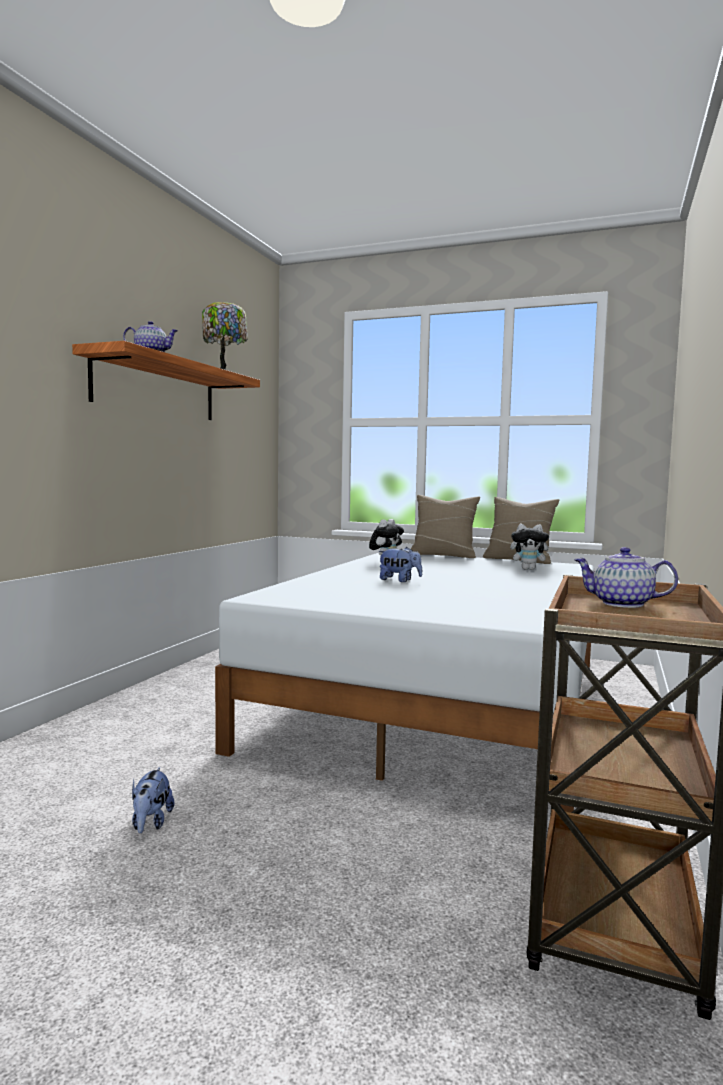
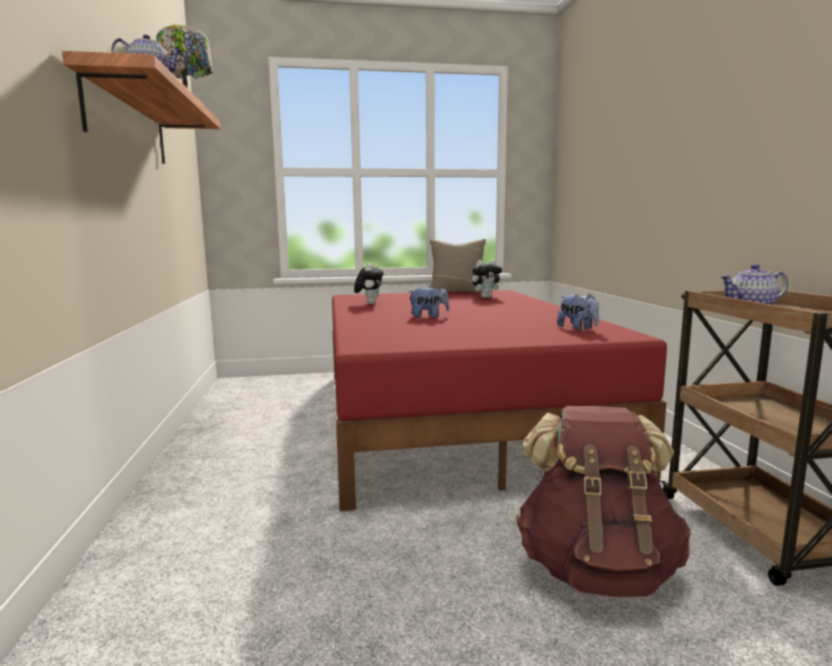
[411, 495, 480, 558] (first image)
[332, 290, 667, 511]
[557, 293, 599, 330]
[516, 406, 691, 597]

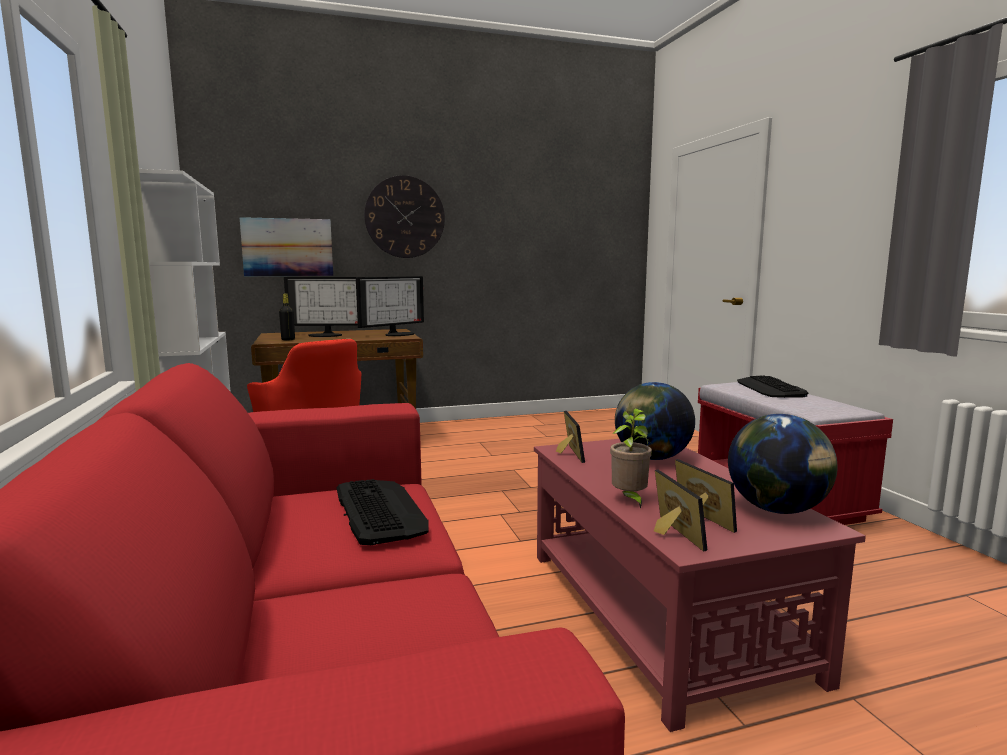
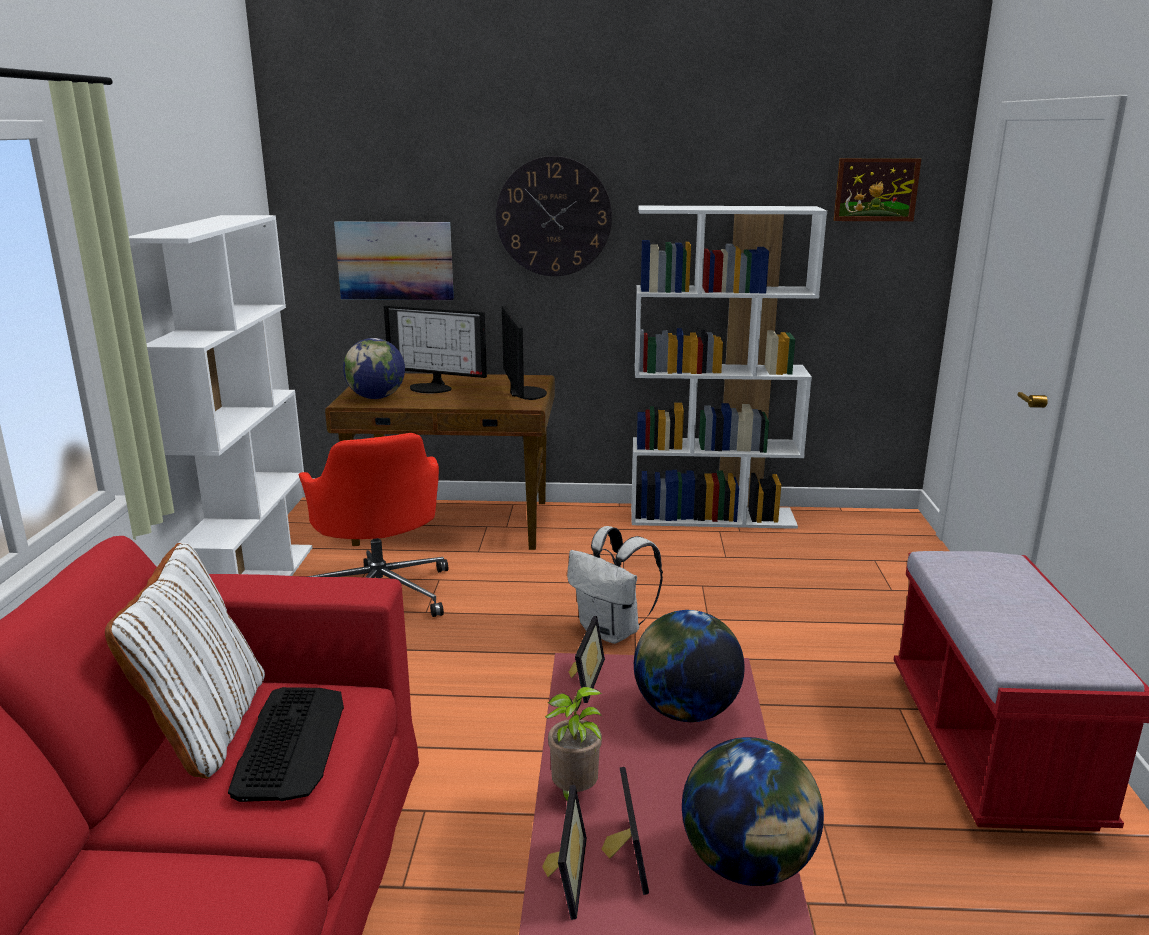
[502, 306, 547, 400]
[343, 338, 405, 399]
[737, 375, 808, 398] (first image)
[833, 158, 921, 221]
[631, 206, 827, 529]
[567, 526, 663, 644]
[105, 543, 265, 779]

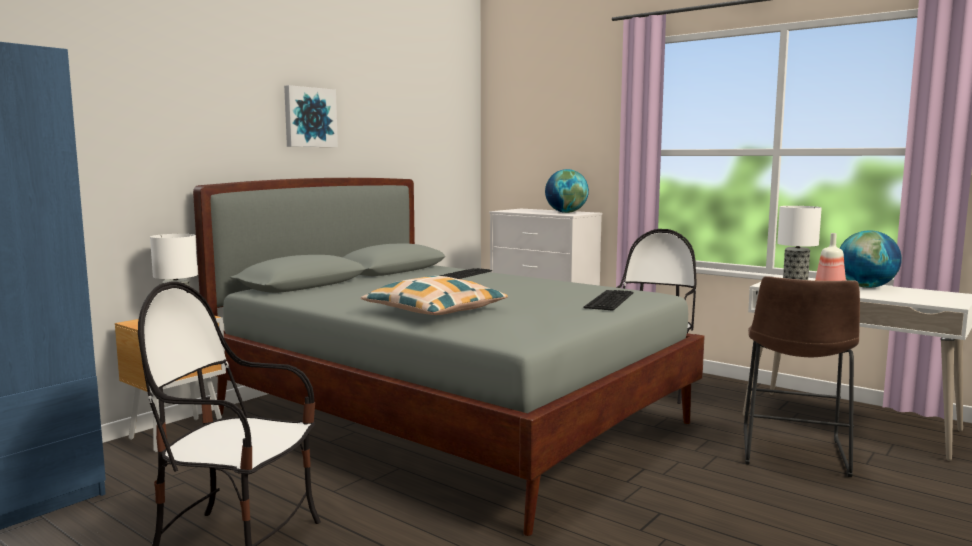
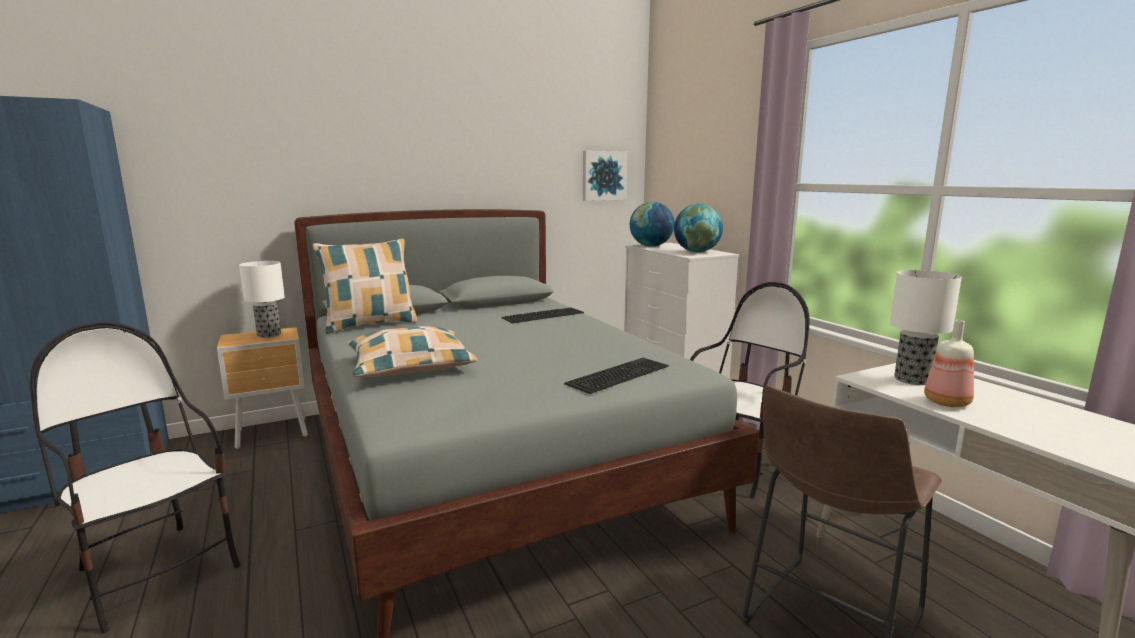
[583, 151, 628, 201]
[630, 202, 674, 247]
[313, 239, 417, 334]

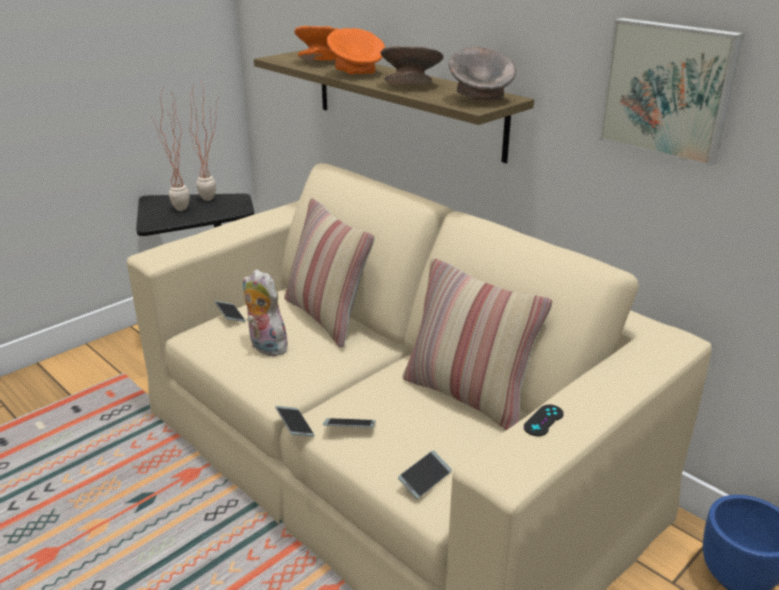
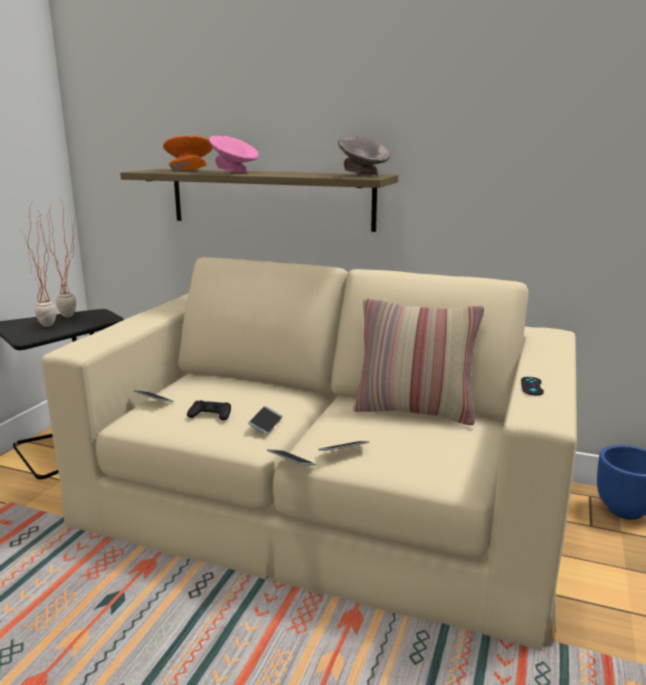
[599, 18, 744, 167] (first image)
[209, 136, 259, 172]
[380, 46, 443, 85] (first image)
[284, 197, 374, 348] (first image)
[187, 400, 231, 421]
[248, 406, 283, 435]

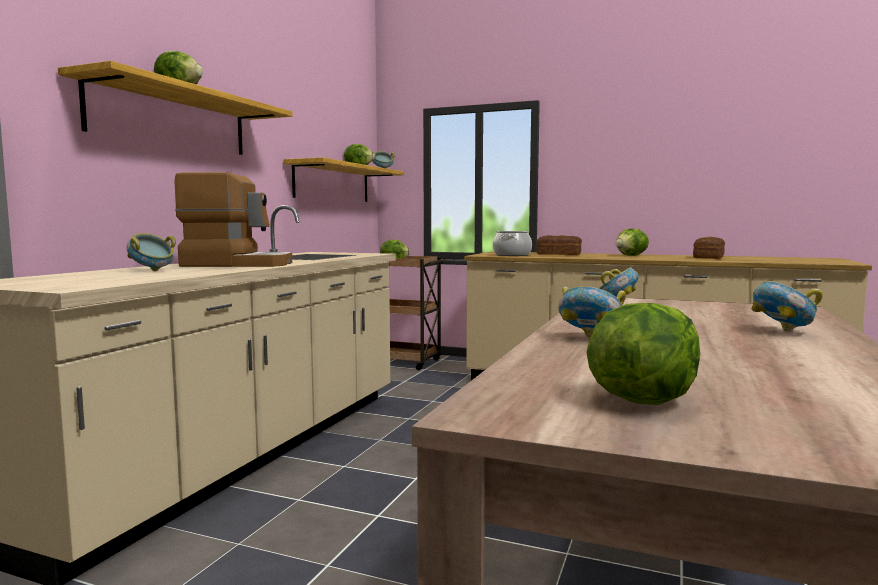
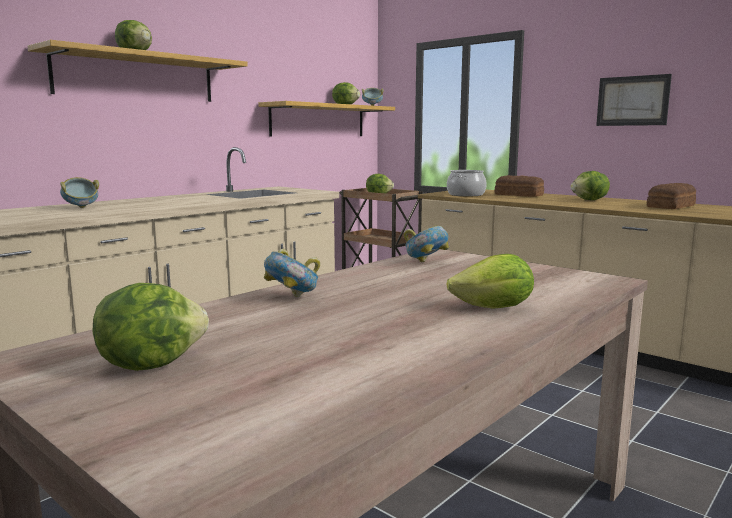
[175, 172, 292, 267] (first image)
[446, 254, 534, 309]
[596, 74, 672, 126]

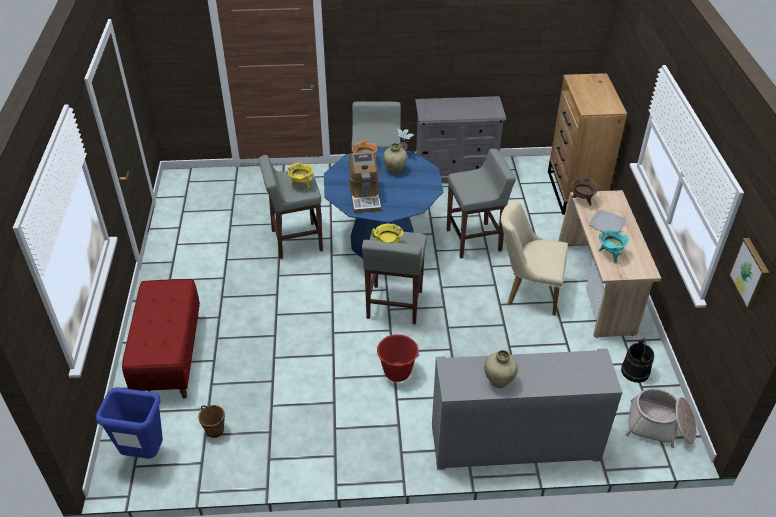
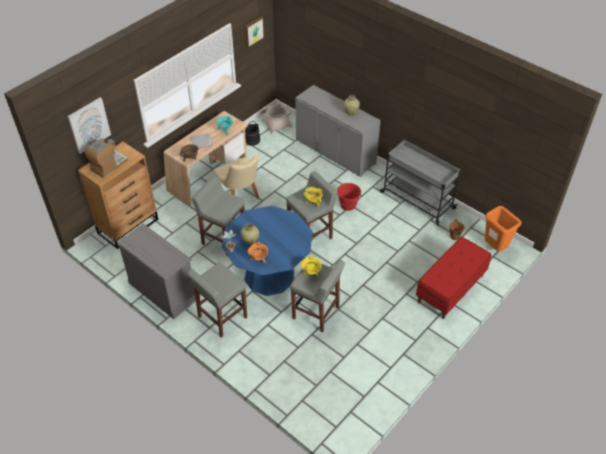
[85, 139, 128, 178]
[485, 206, 522, 251]
[67, 97, 111, 154]
[380, 140, 460, 226]

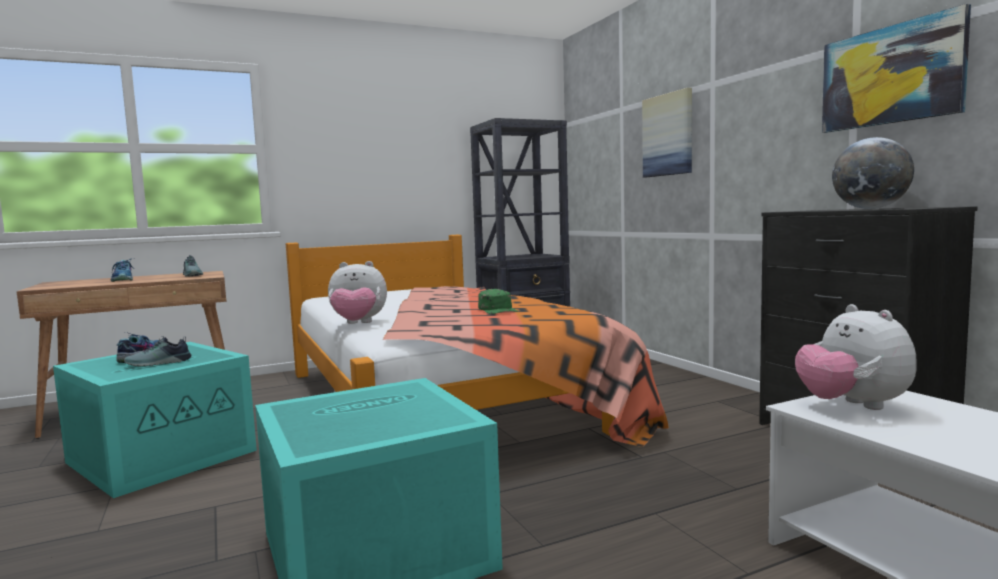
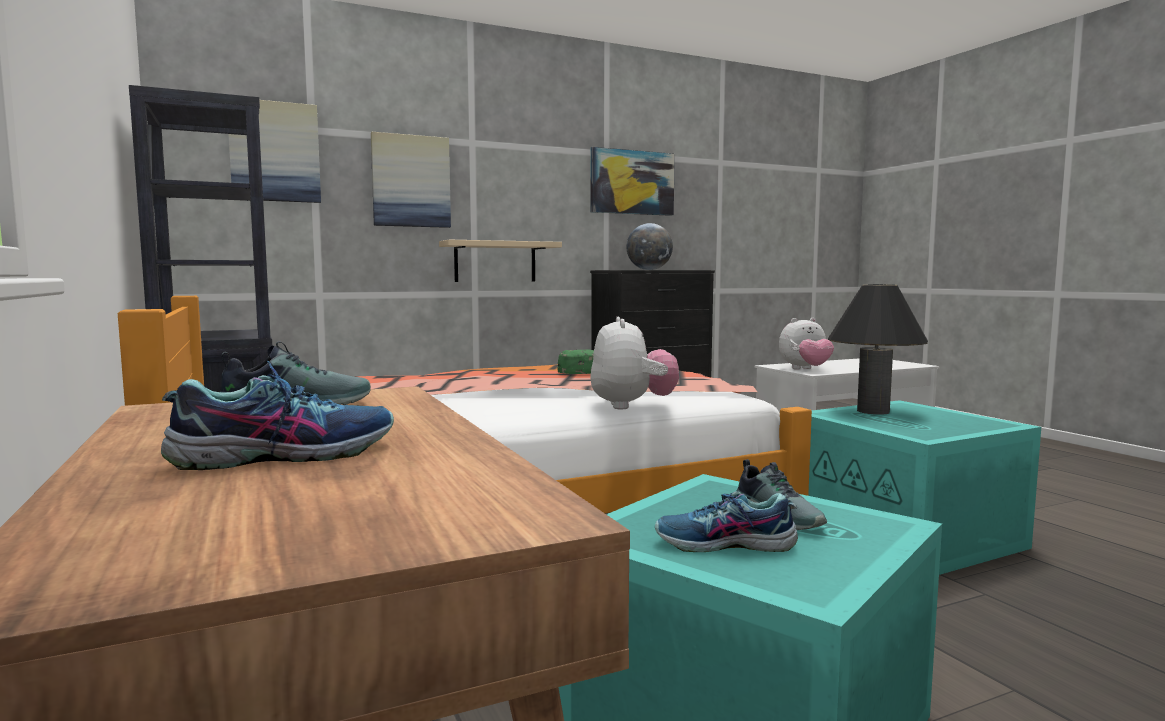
[228, 100, 321, 203]
[439, 240, 562, 282]
[828, 284, 928, 415]

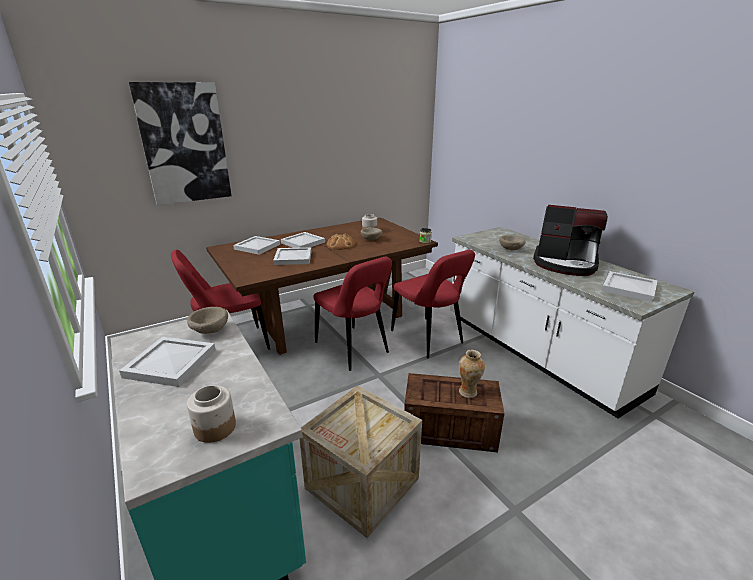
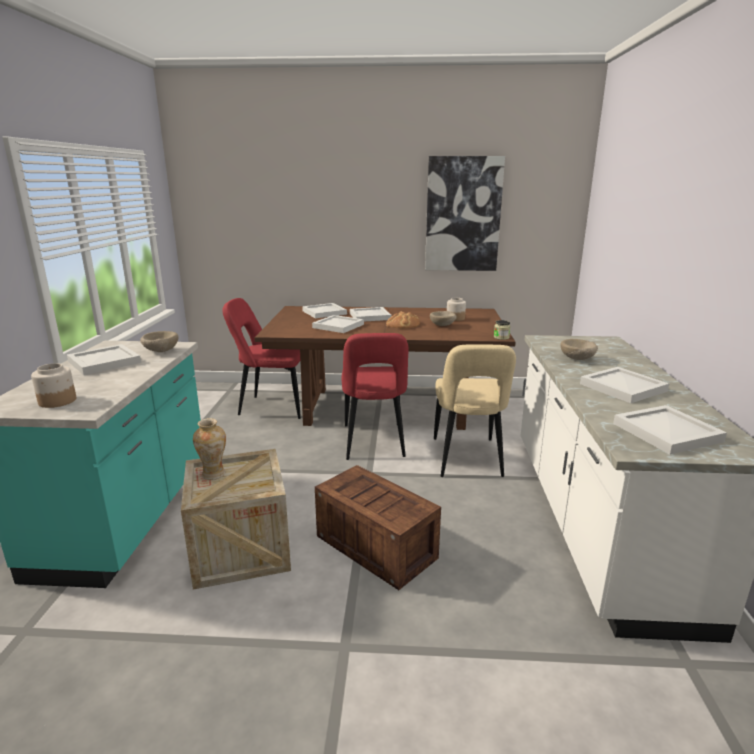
[425, 156, 505, 271]
[580, 367, 669, 403]
[434, 344, 516, 477]
[193, 418, 226, 480]

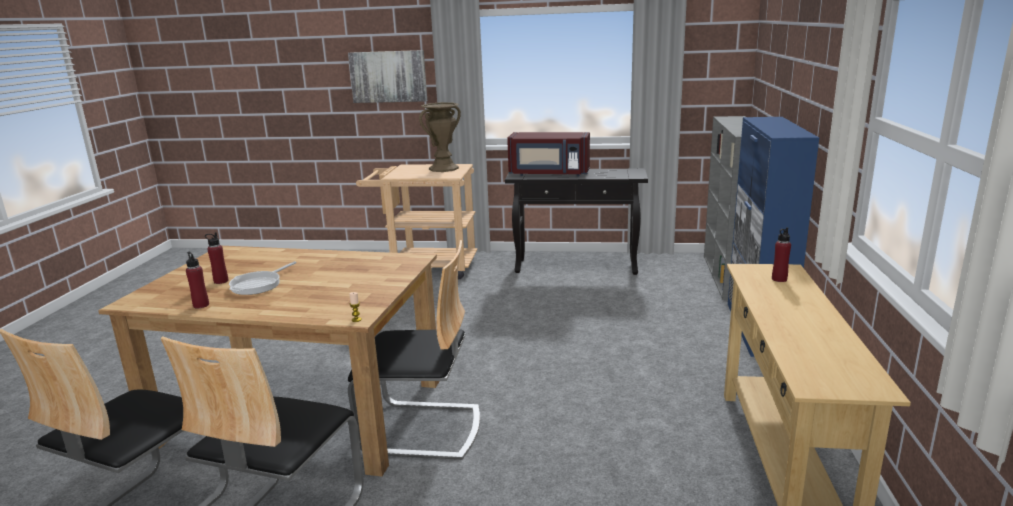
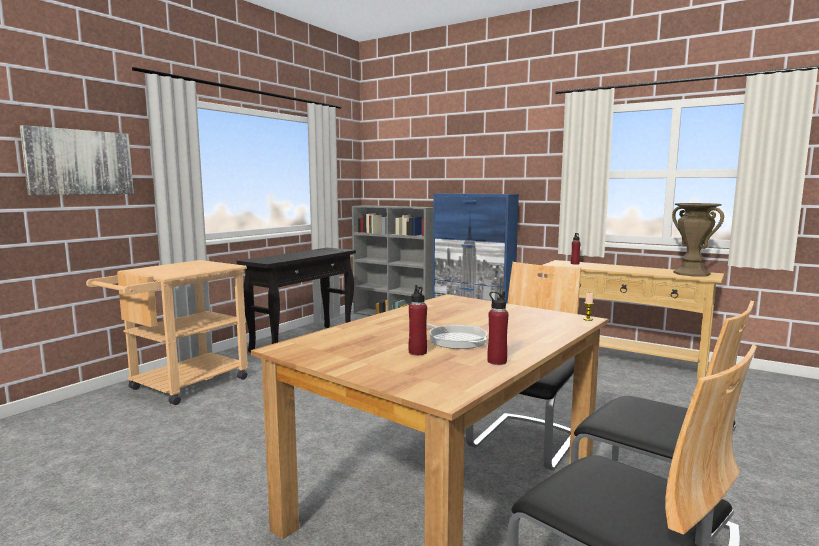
[672, 203, 724, 277]
[507, 132, 590, 176] (first image)

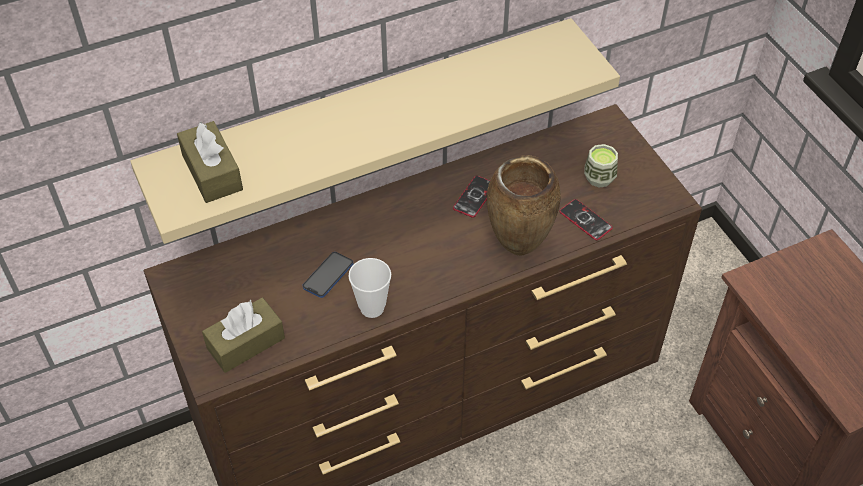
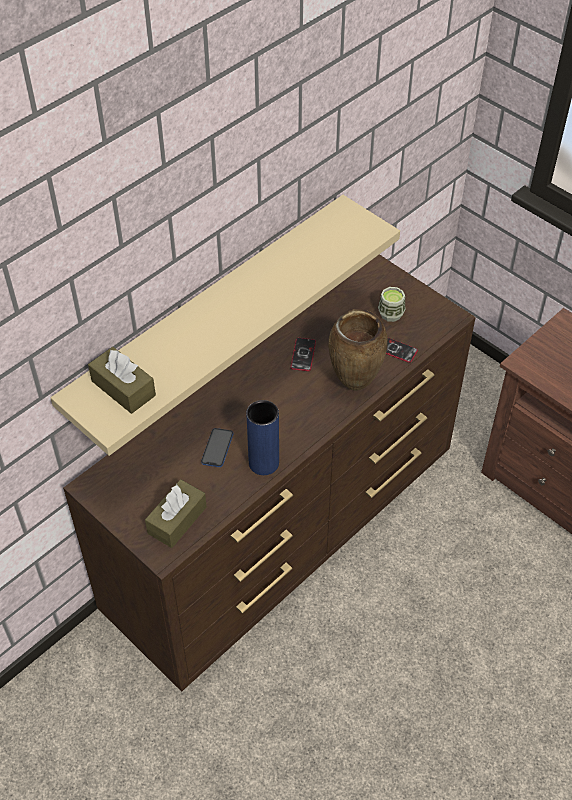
[246, 400, 279, 475]

